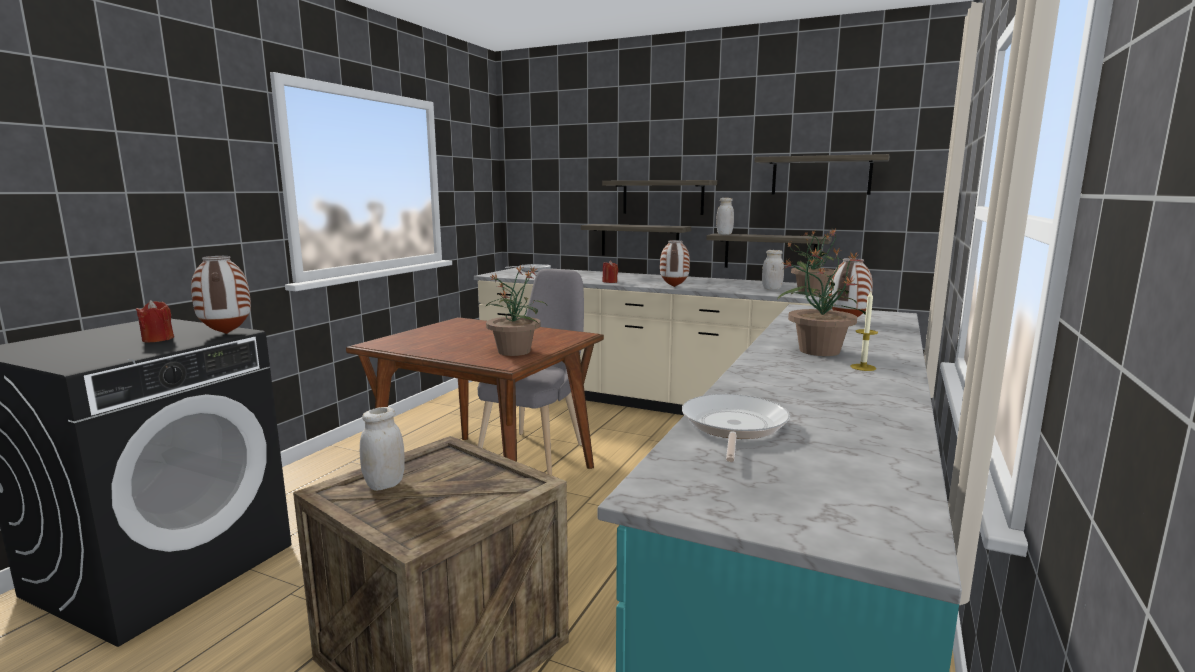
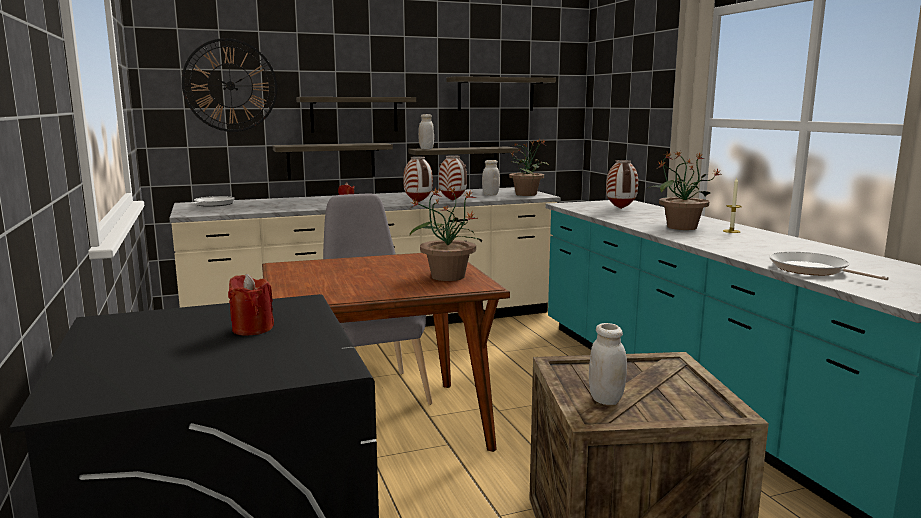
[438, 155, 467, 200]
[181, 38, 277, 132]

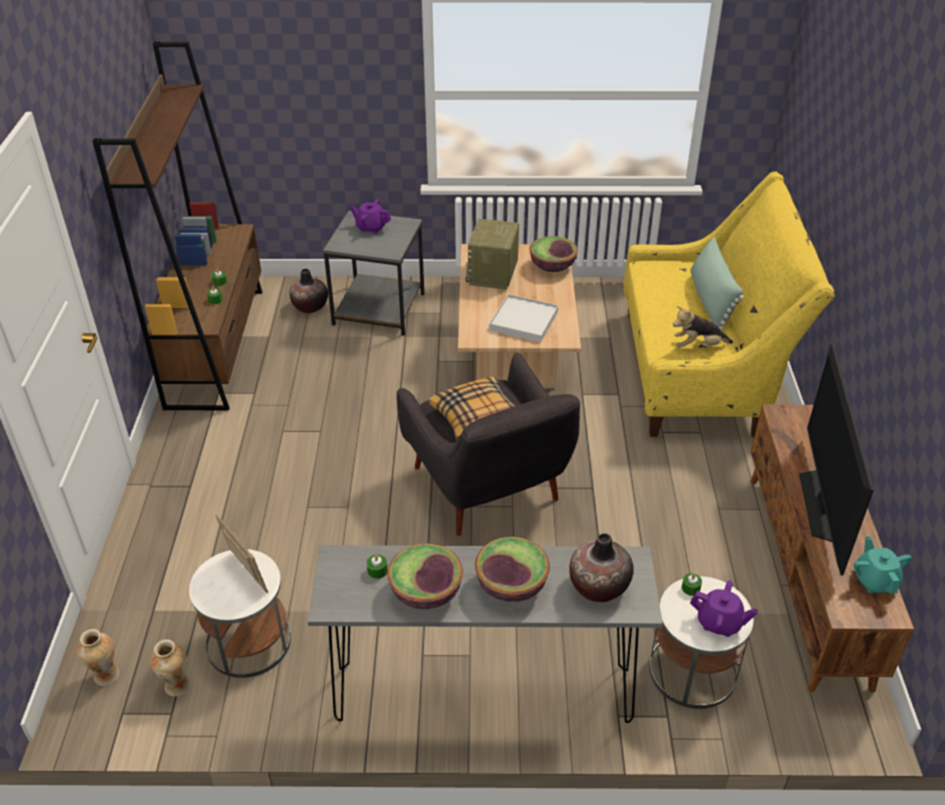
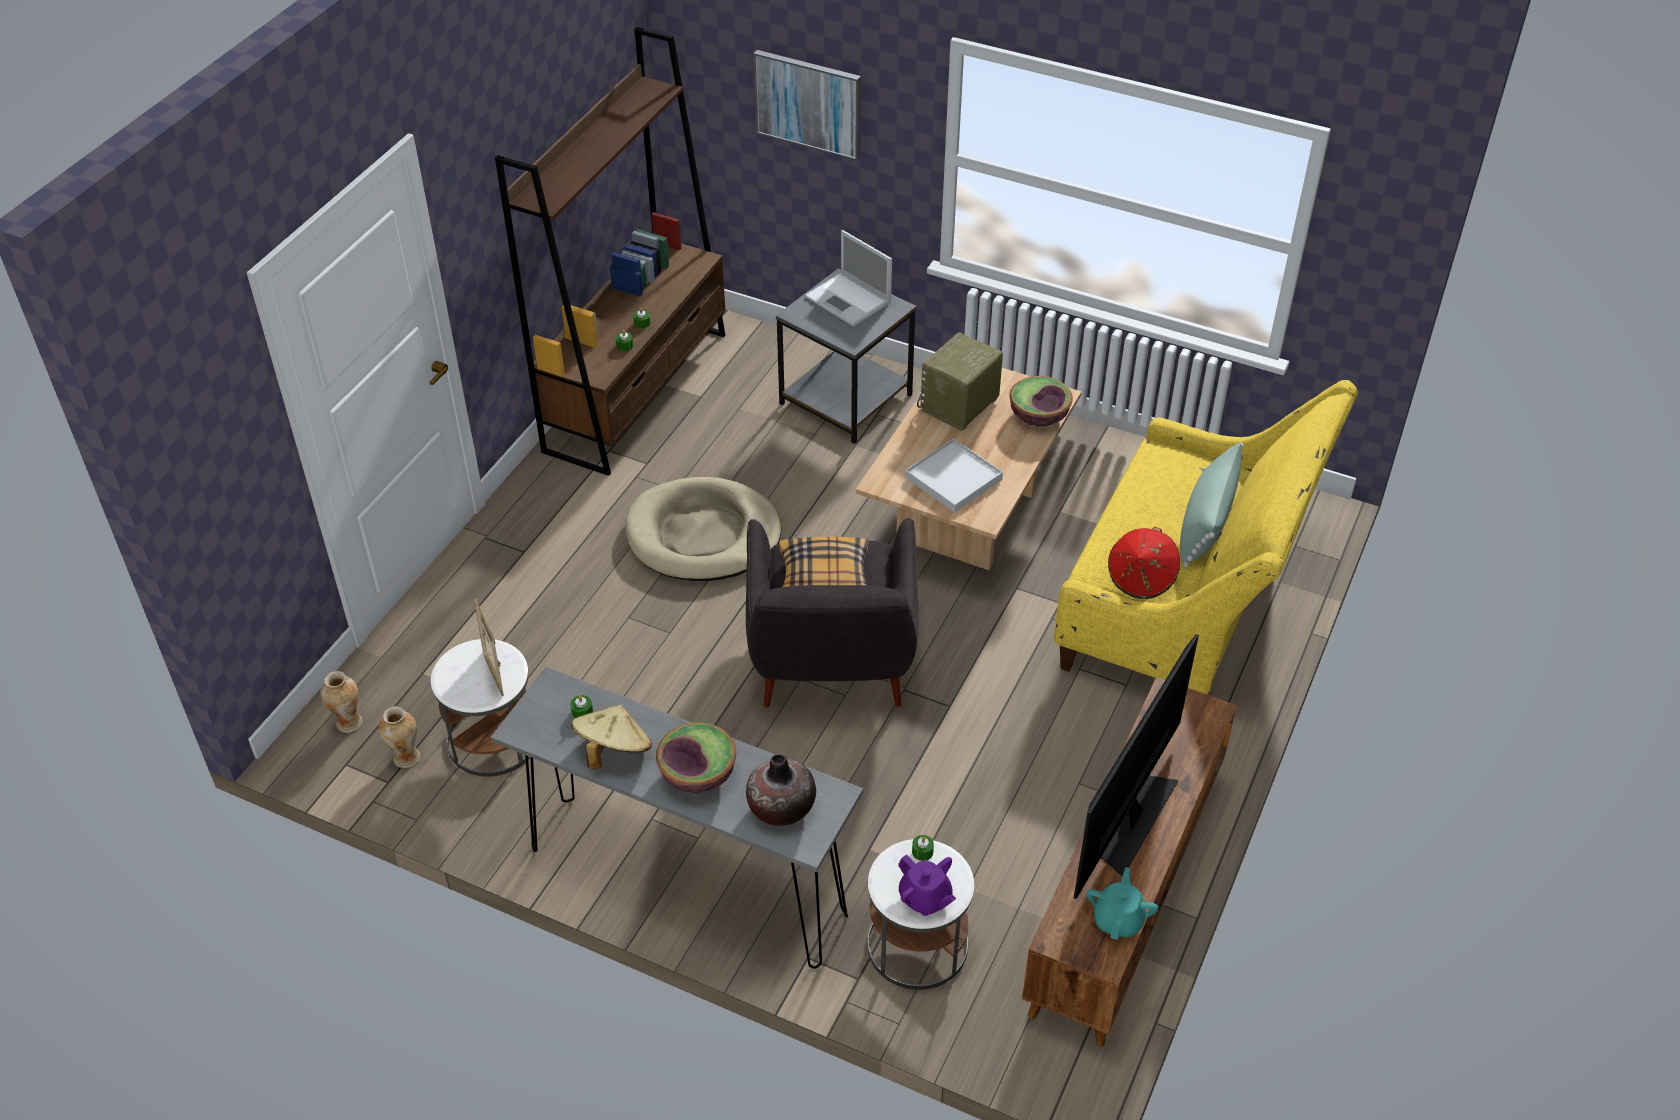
[805, 230, 892, 327]
[290, 268, 328, 313] (first image)
[1108, 527, 1180, 599]
[571, 704, 652, 769]
[753, 50, 861, 160]
[625, 477, 781, 581]

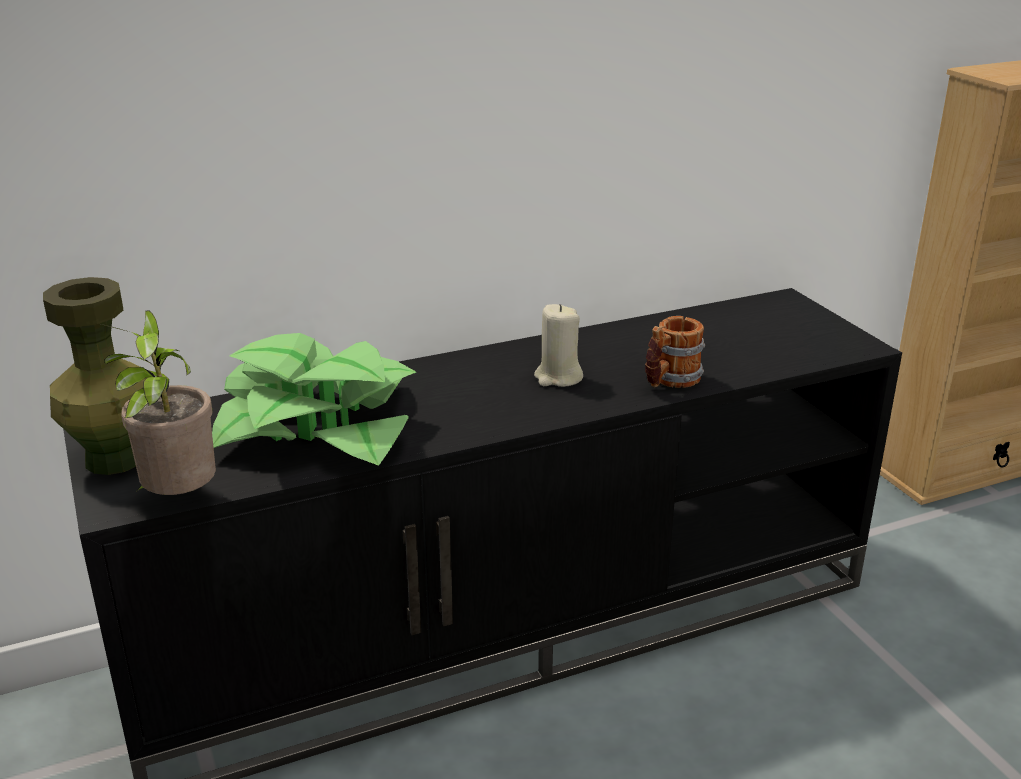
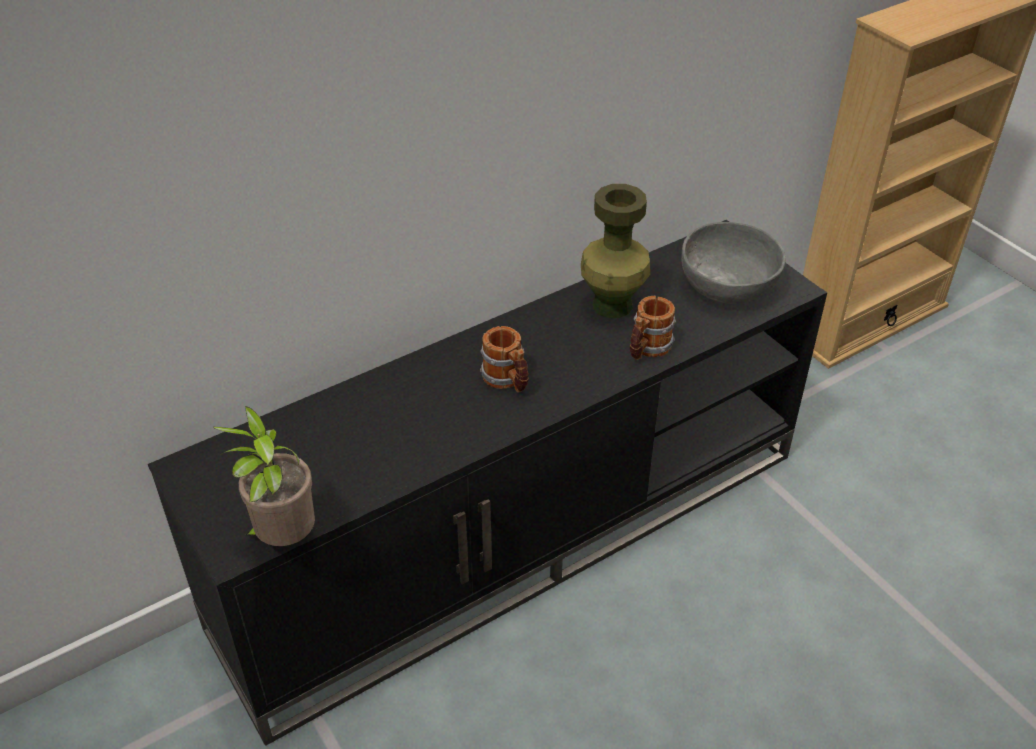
[581, 184, 651, 318]
[534, 304, 583, 387] (first image)
[212, 333, 416, 466] (first image)
[681, 222, 786, 304]
[480, 326, 529, 393]

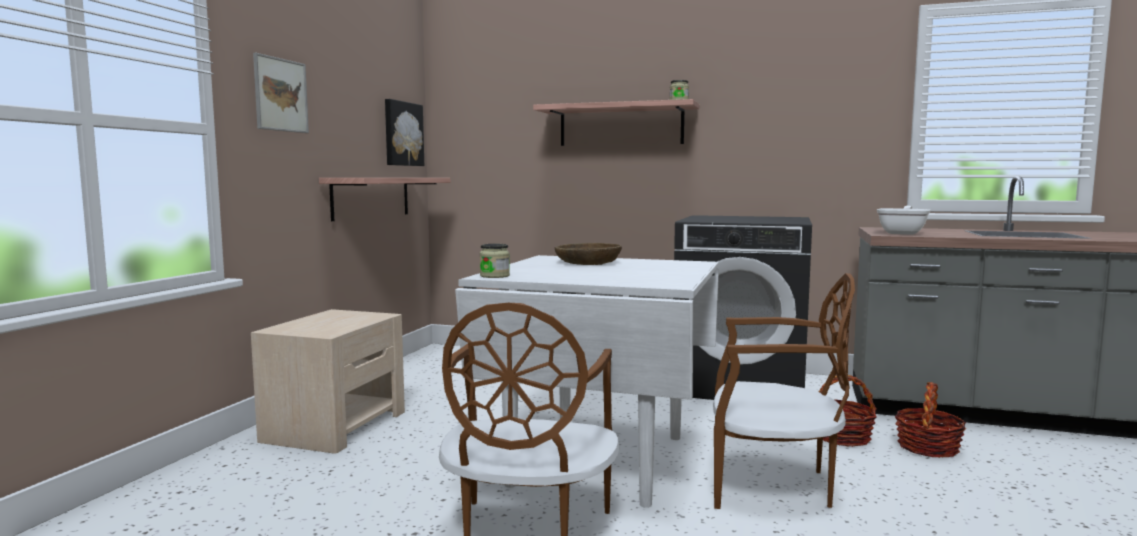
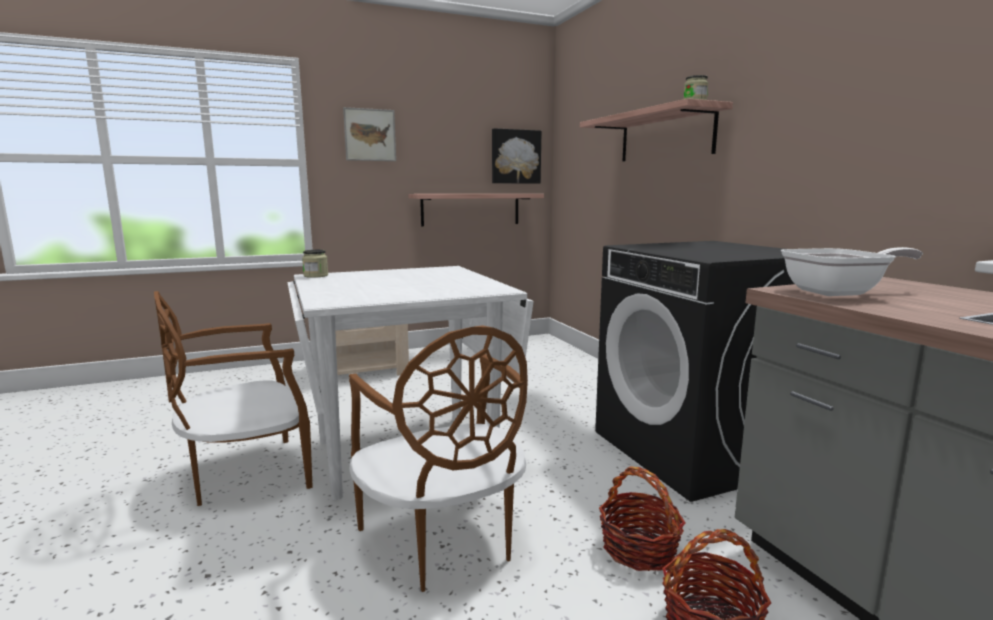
[555, 243, 622, 265] (first image)

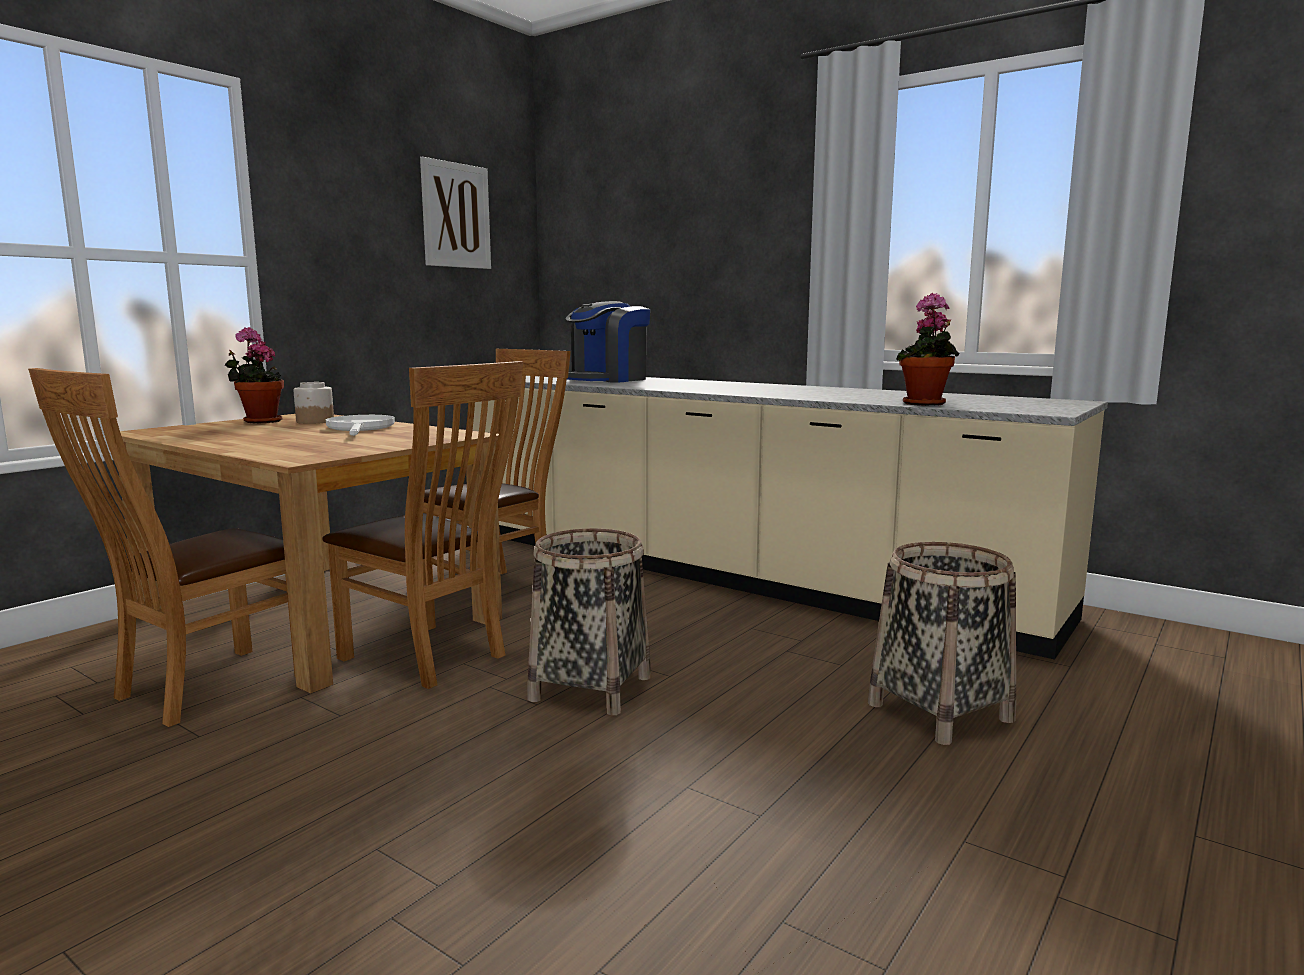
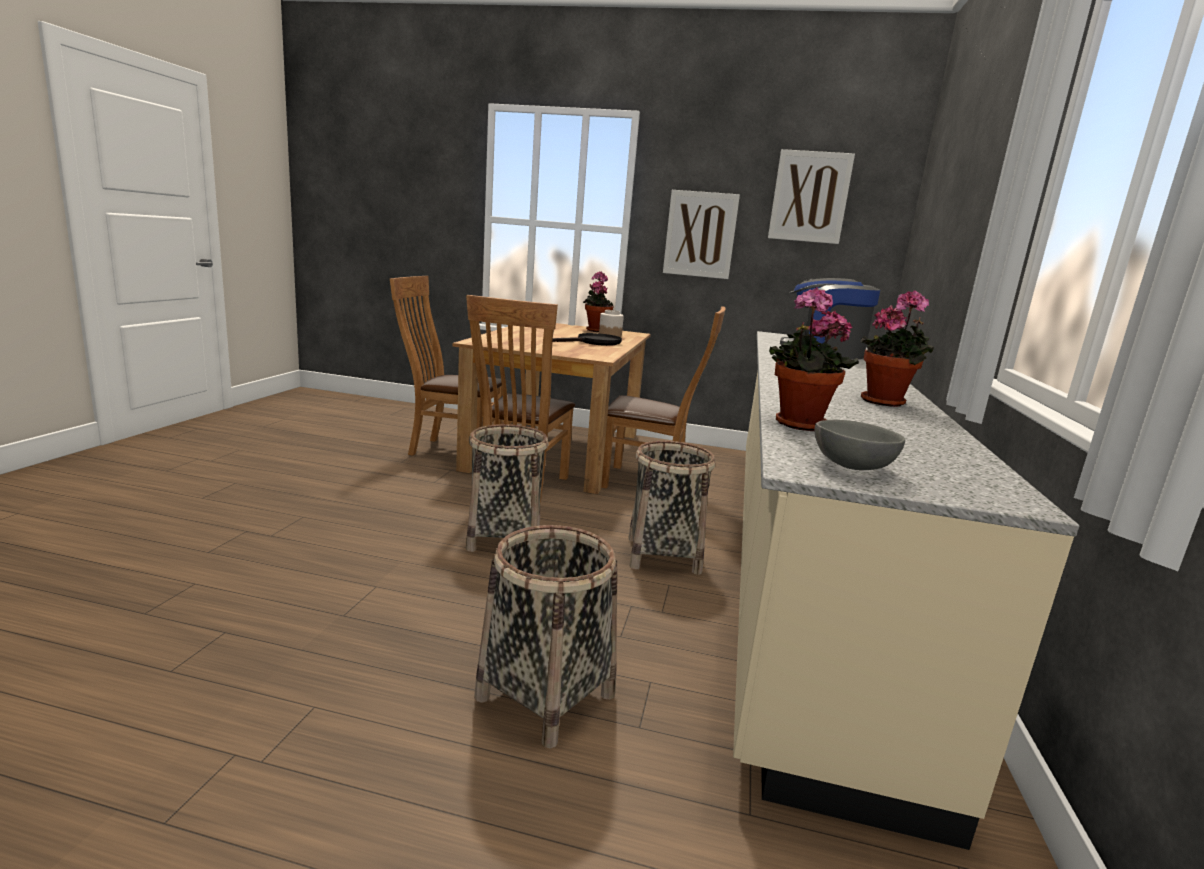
[553, 333, 622, 346]
[663, 190, 740, 279]
[860, 290, 934, 407]
[815, 420, 905, 470]
[628, 441, 715, 575]

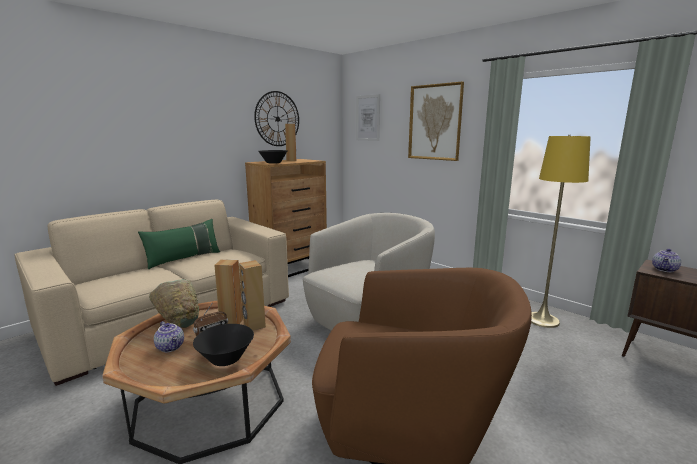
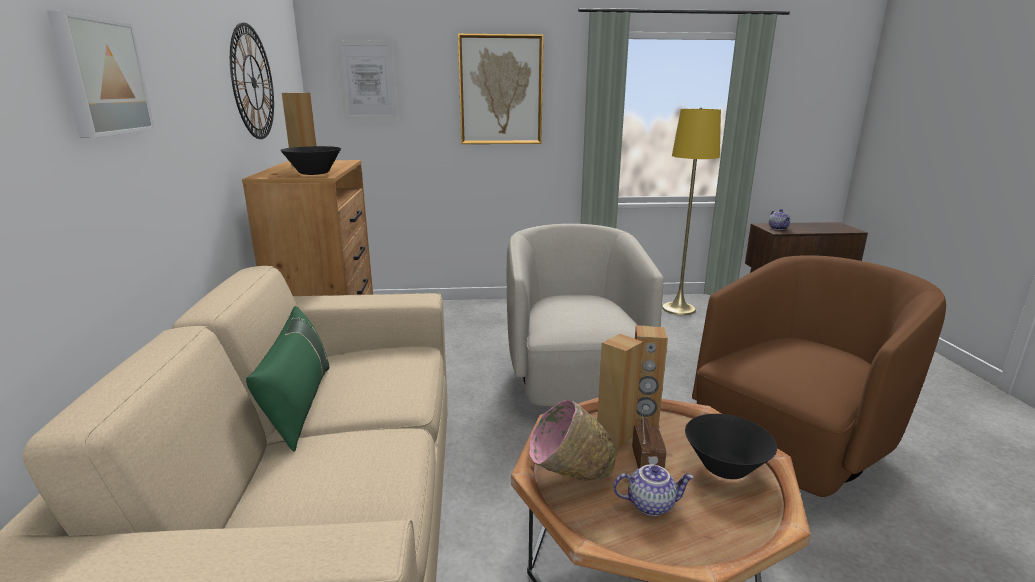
[529, 399, 617, 481]
[47, 11, 155, 138]

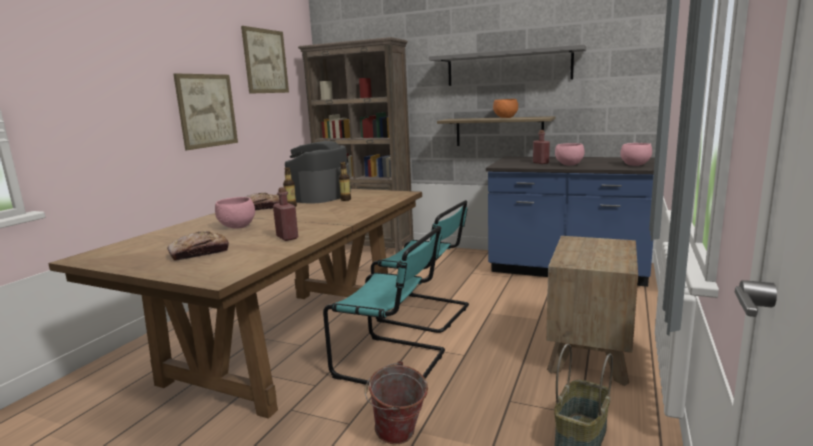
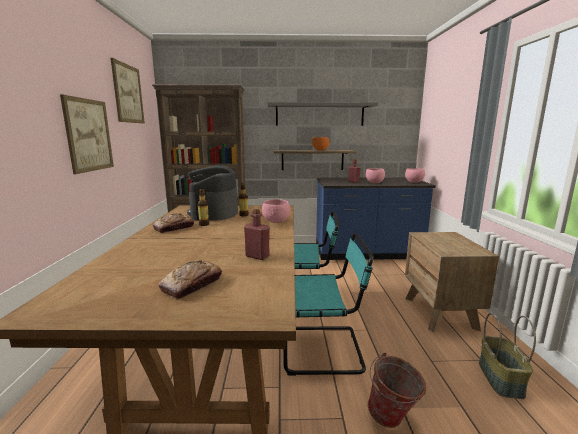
[262, 199, 290, 223]

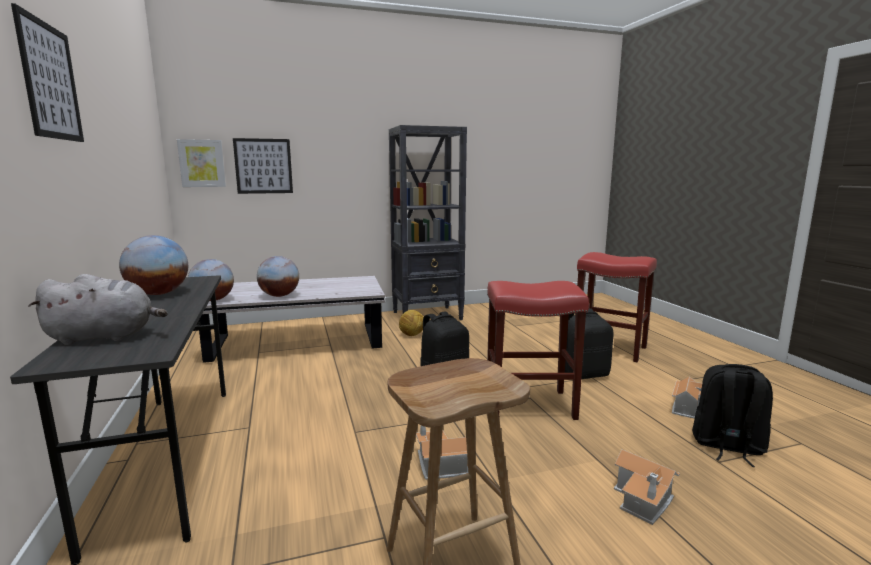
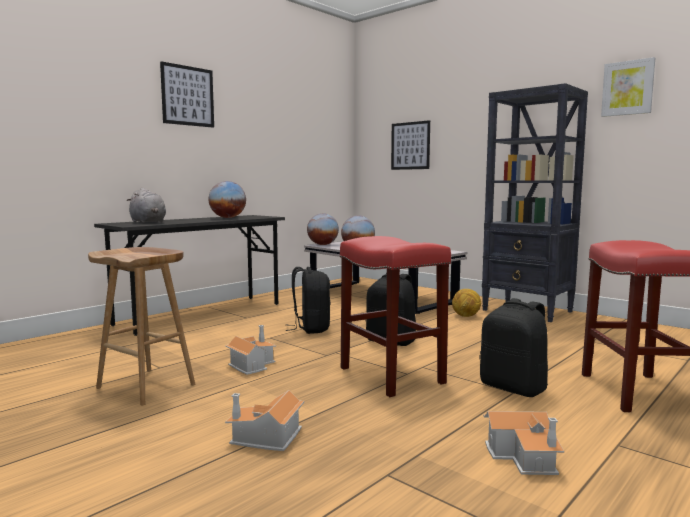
[601, 57, 655, 117]
[286, 267, 330, 334]

